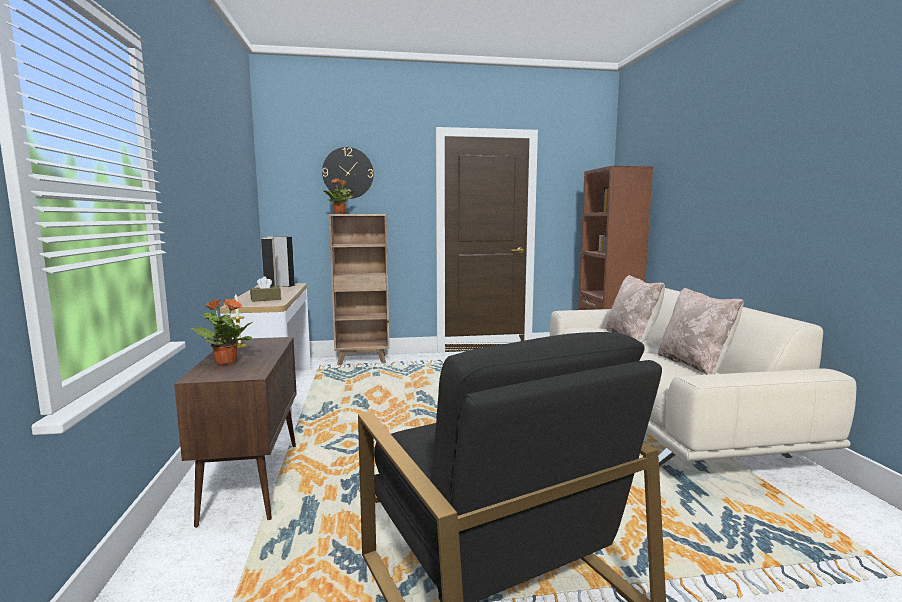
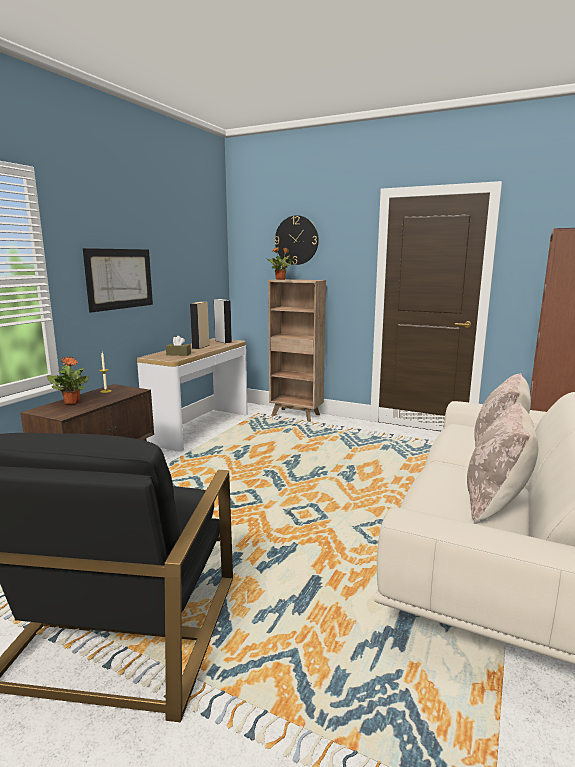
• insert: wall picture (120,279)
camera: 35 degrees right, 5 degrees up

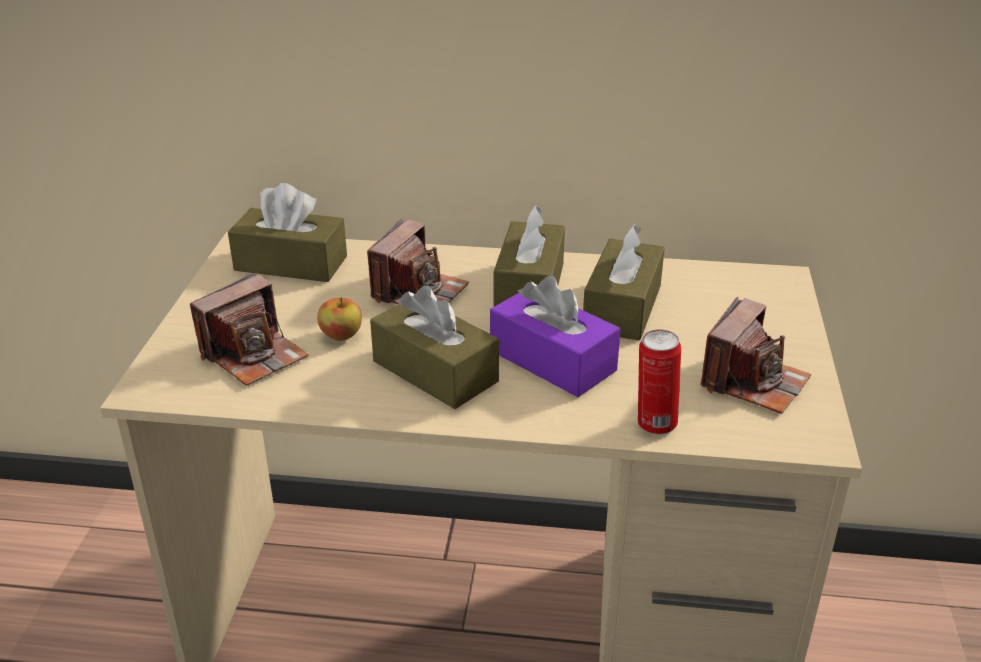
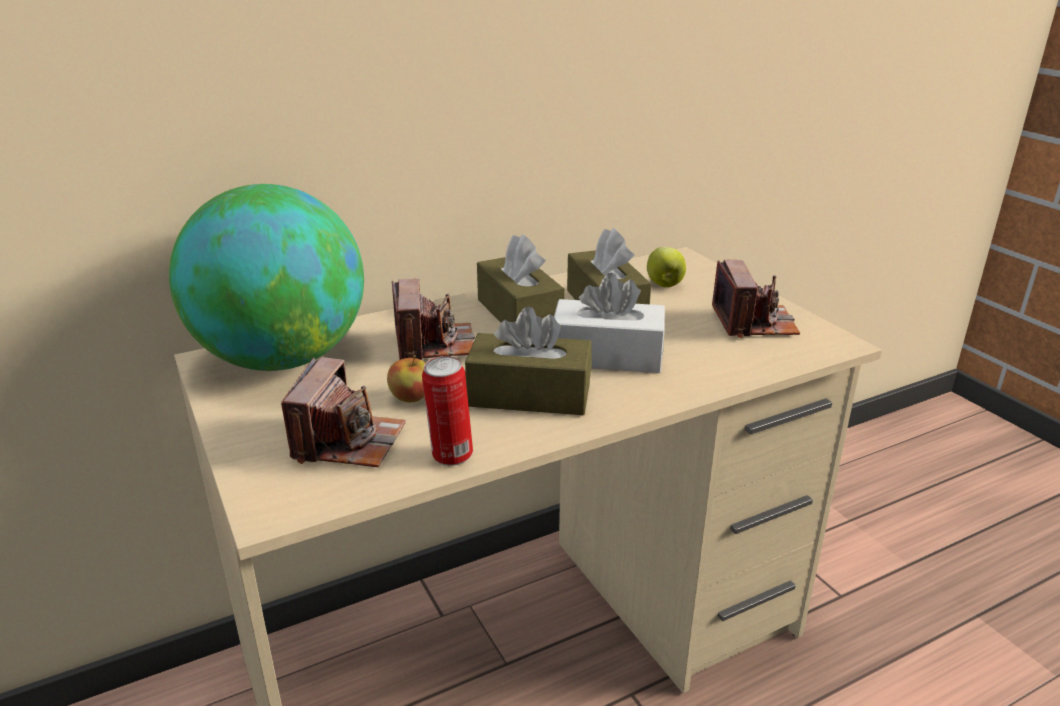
• replace: brownish tissue box (291,263) to globe (282,359)
• recolor: purple-coloured tissue box (552,360) to white-coloured tissue box (607,356)
• move: sealed can (654,424) to (450,456)
• insert: whole apple (664,285)
camera: 35 degrees left, 5 degrees down

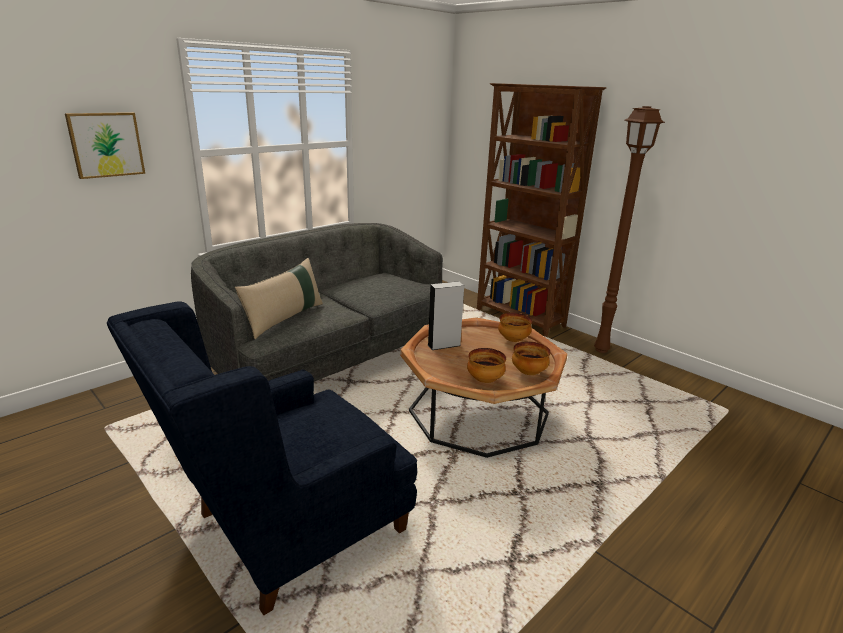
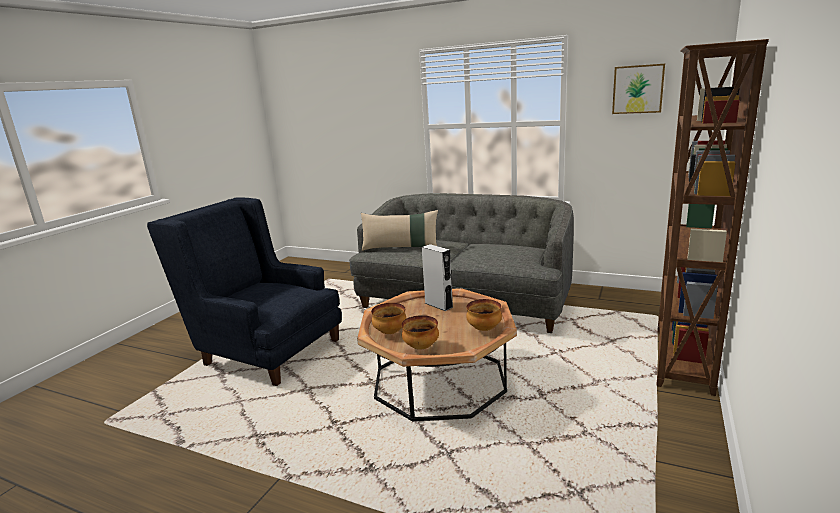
• delete: brownish floor lamp (601,349)
• move: wall picture (106,144) to (638,89)
camera: 70 degrees right, 5 degrees down

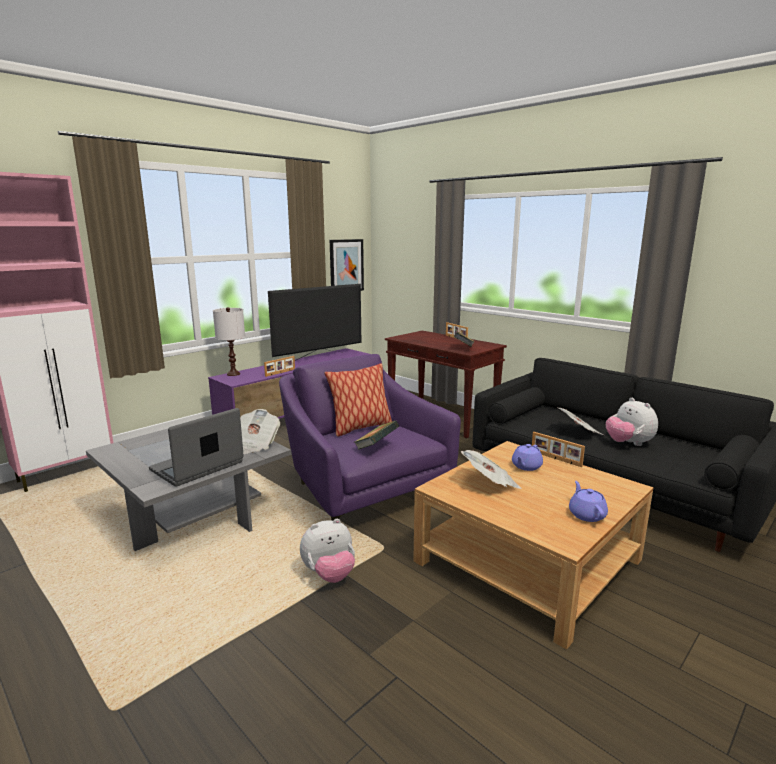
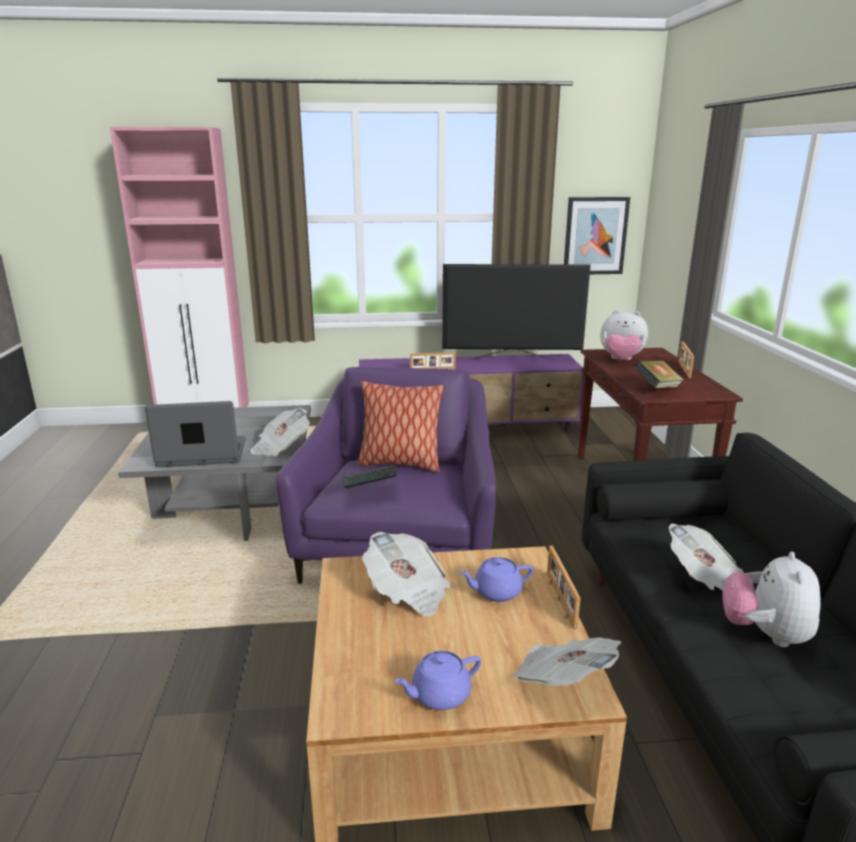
• delete: white-coloured tabletop lamp (233,374)
• rotate: purple-coloured pot for tea (586,514) = (439,695) 150 degrees counterclockwise
• move: cuddly toy (329,575) to (621,360)
• insert: daily paper (562,681)
camera: 40 degrees right, 5 degrees up

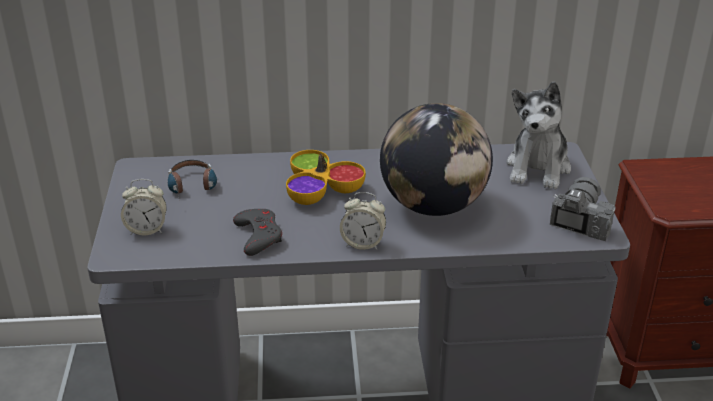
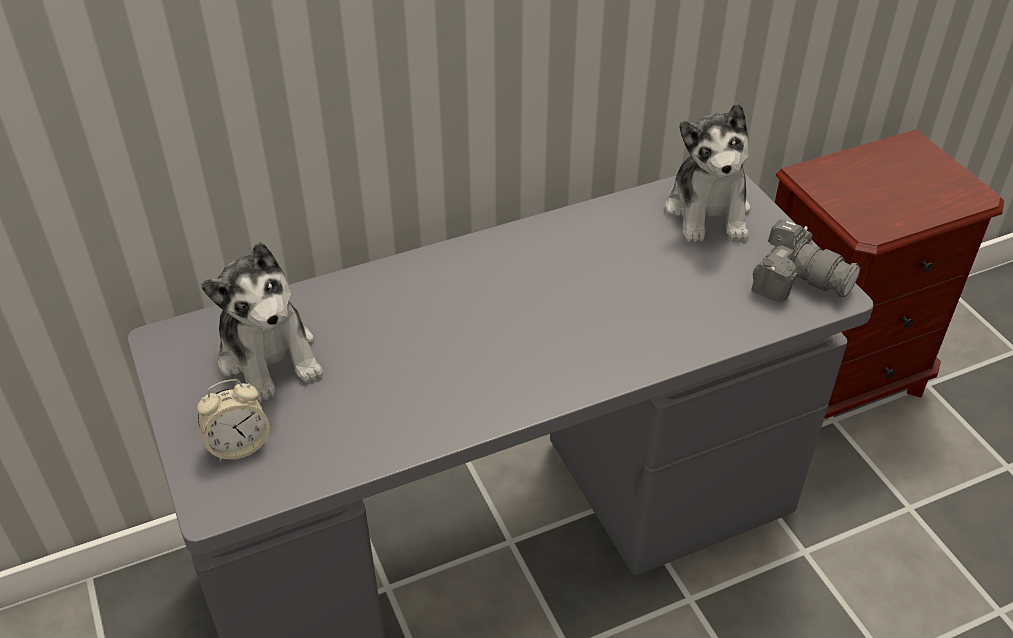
• delete: globe (433,206)
• delete: bowl (321,188)
• replace: headphones (193,188) to cuddly toy (269,356)
• rotate: photo camera (579,220) = (798,280) 120 degrees clockwise
• delete: alarm clock (363,243)
• delete: gray joypad (258,236)
camera: 20 degrees left, 10 degrees up

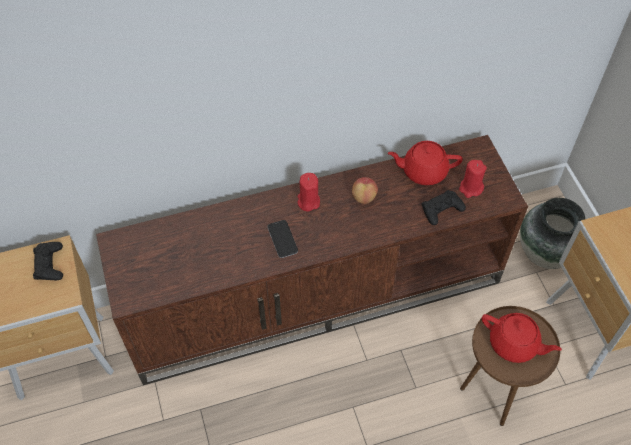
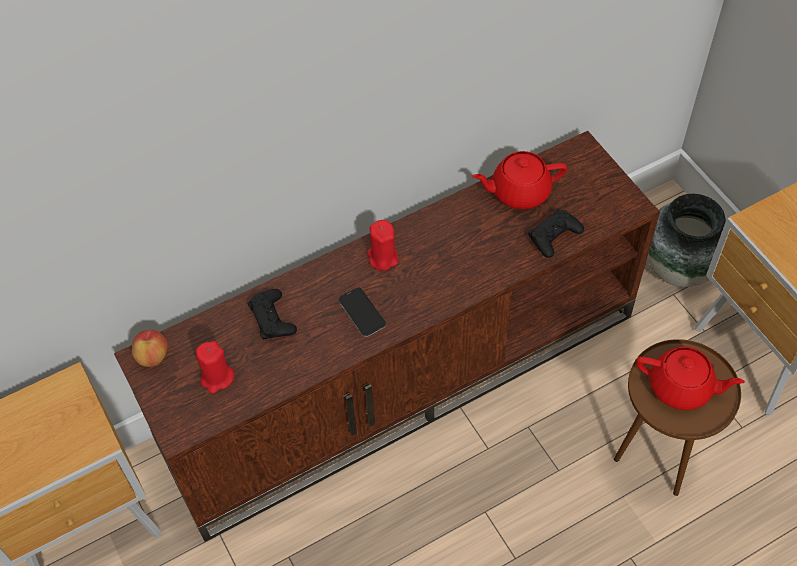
• move: reddish wax candle (470,188) to (217,378)
• move: whole apple (364,197) to (153,356)
• move: black joypad (49,264) to (272,318)
camera: 10 degrees left, 0 degrees up

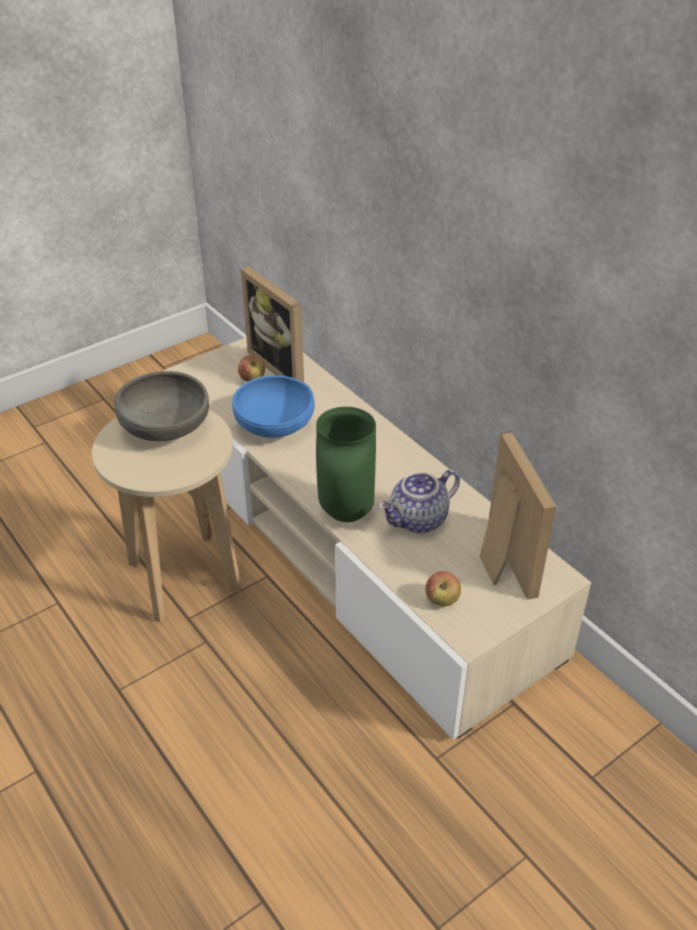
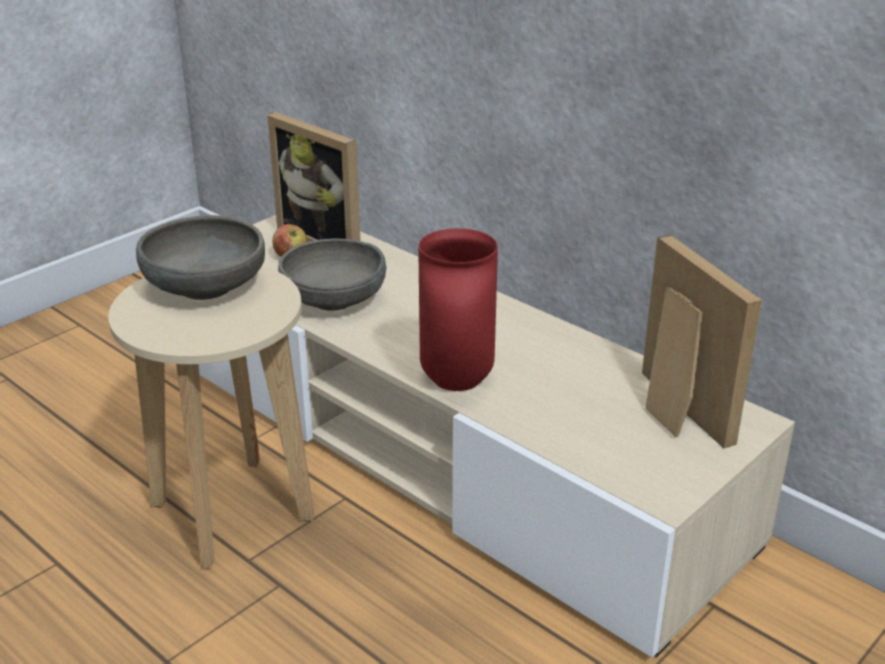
• recolor: blue bowl (274,425) to gray bowl (334,300)
• recolor: greenish decorative vase (344,513) to reddish decorative vase (454,381)
• delete: pot for tea (418,520)
• delete: whole apple (442,600)
camera: 10 degrees left, 10 degrees down

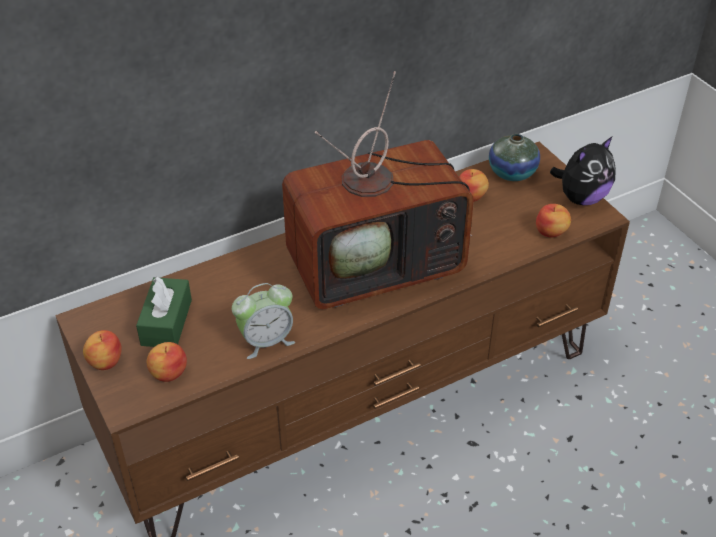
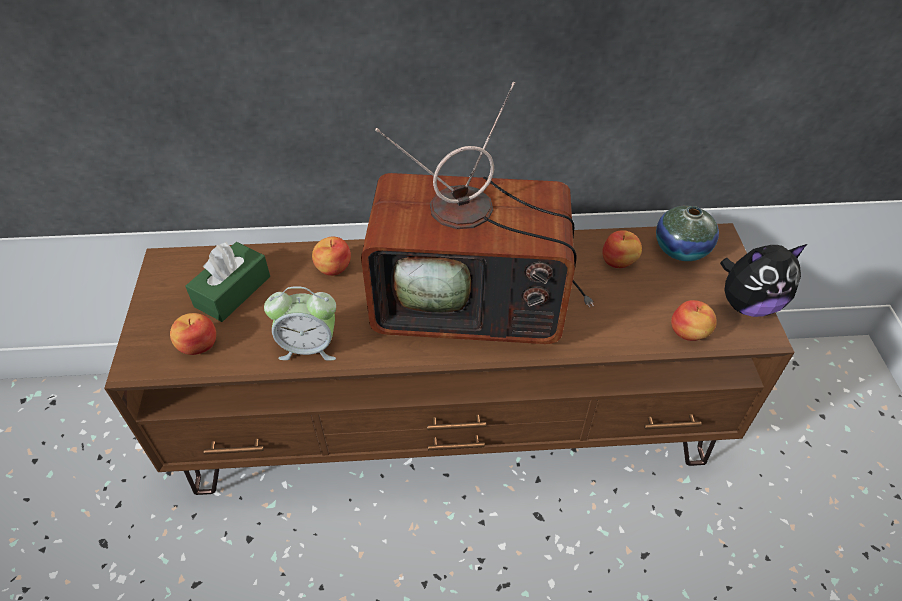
• move: whole apple (105,361) to (333,267)
camera: 25 degrees right, 5 degrees up

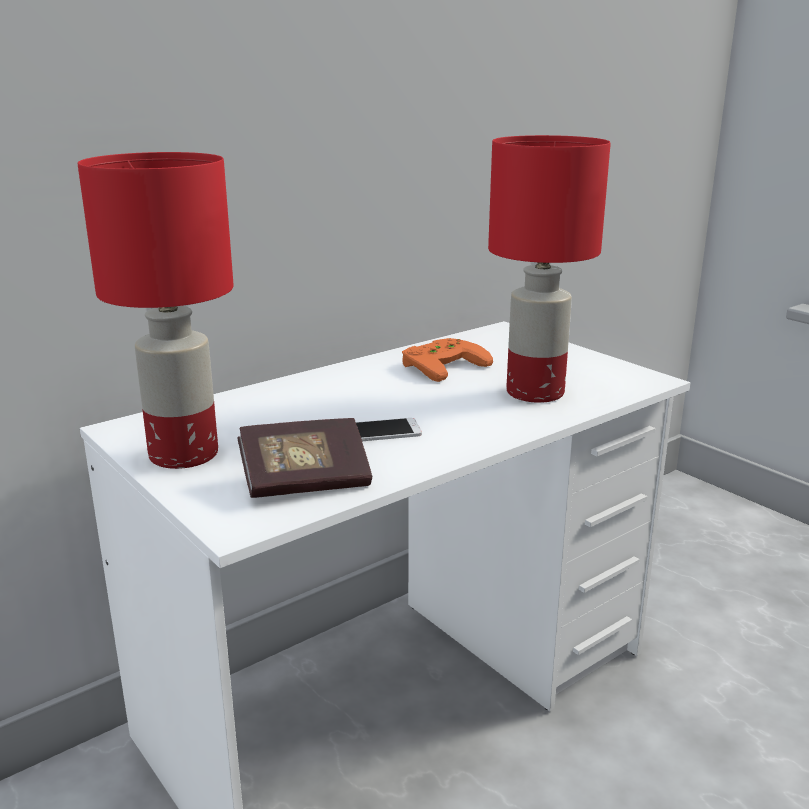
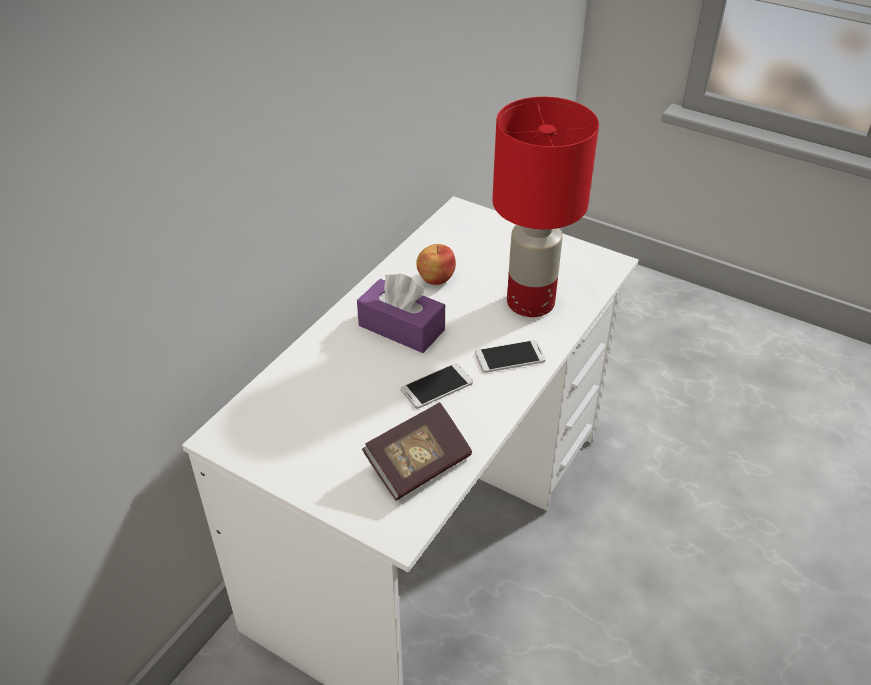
• delete: reddish tabletop lamp (181,455)
• replace: orange joypad (441,364) to whole apple (436,278)
• insert: purple-coloured tissue box (401,328)
• insert: telephone (509,357)
camera: 20 degrees left, 20 degrees up

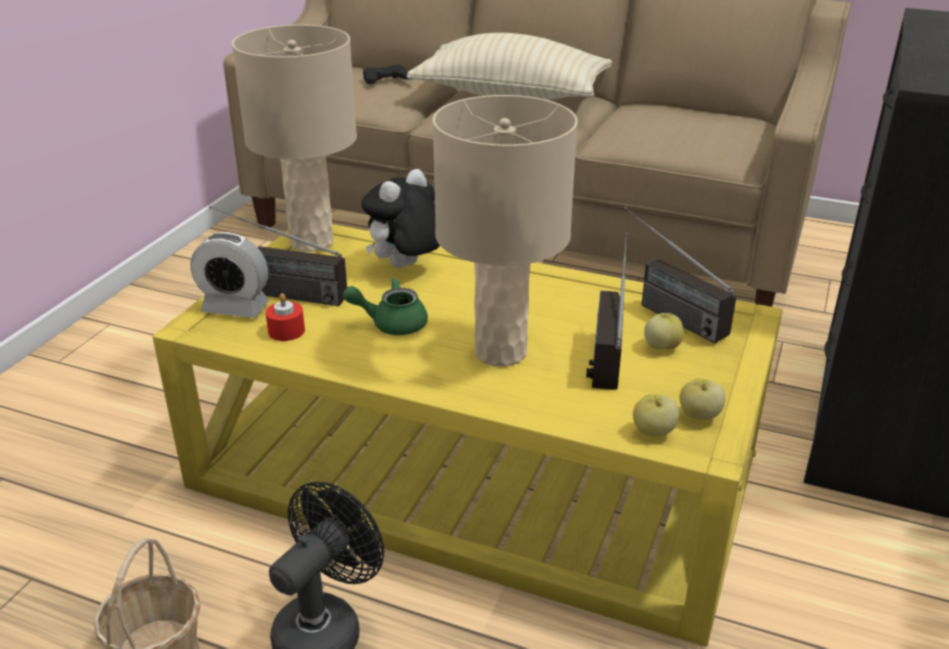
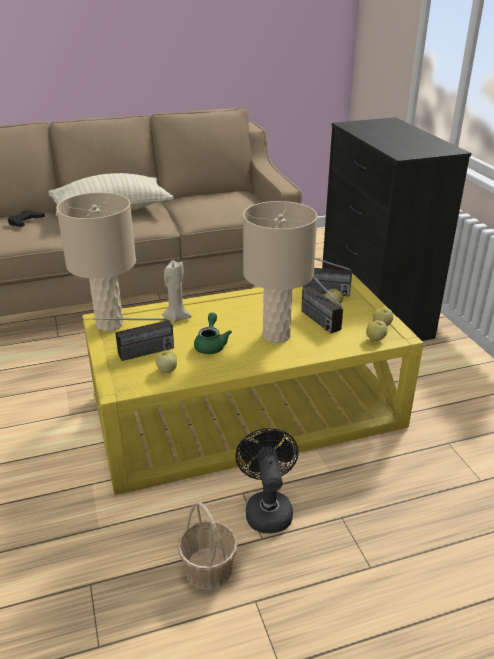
• replace: cuddly toy (405,267) to beige-coloured wax candle (177,317)
• delete: alarm clock (235,308)
• rotate: greenish pot for tea (391,323) = (211,344) 135 degrees clockwise
• replace: reddish wax candle (286,331) to whole apple (167,370)
camera: 40 degrees left, 0 degrees up

